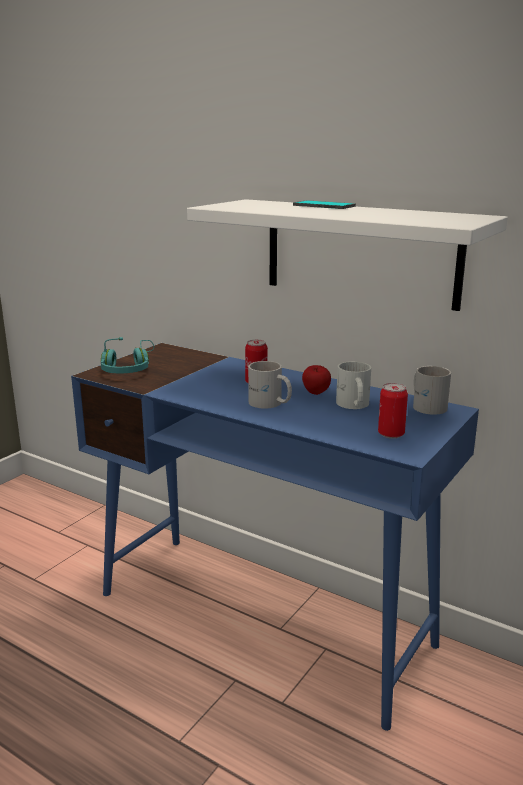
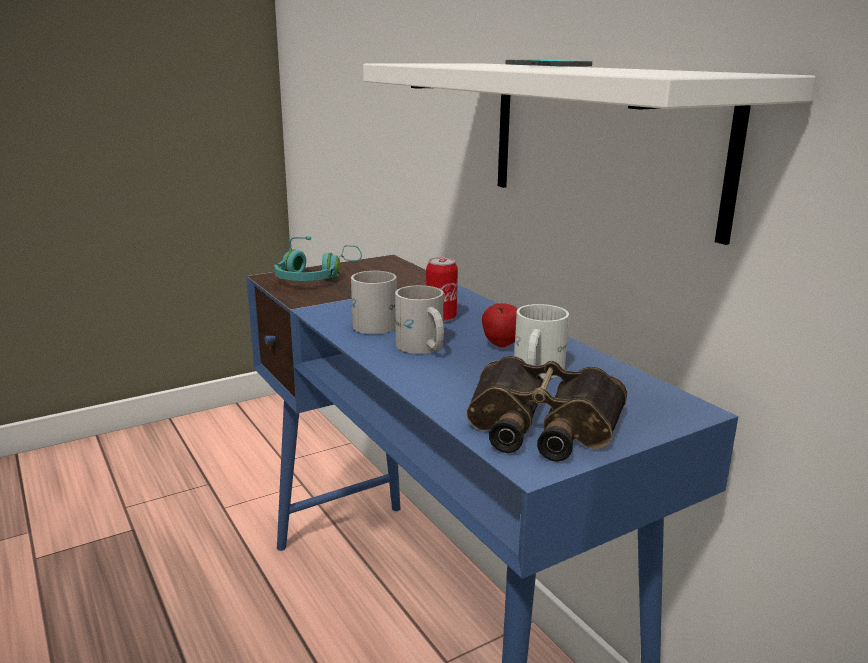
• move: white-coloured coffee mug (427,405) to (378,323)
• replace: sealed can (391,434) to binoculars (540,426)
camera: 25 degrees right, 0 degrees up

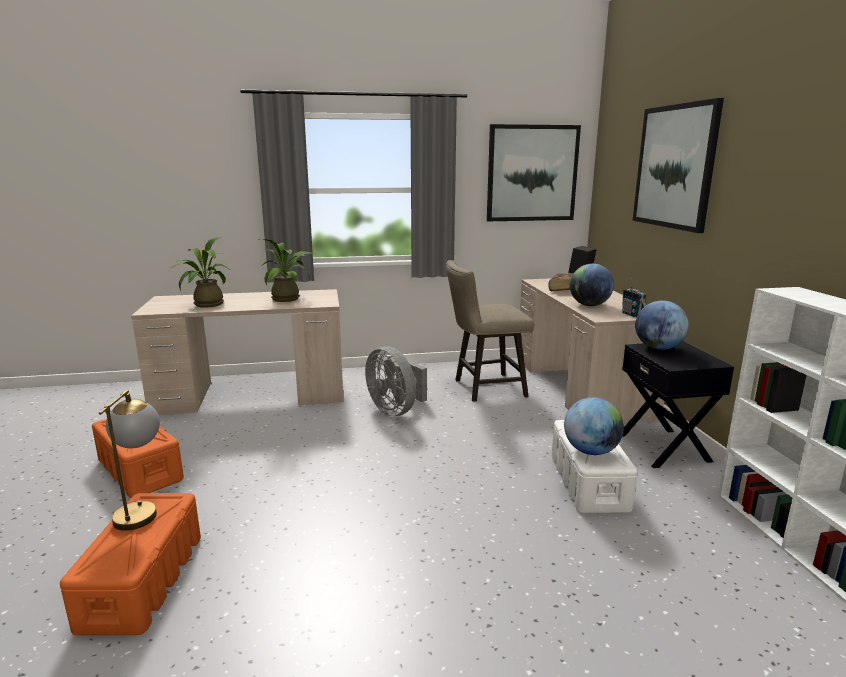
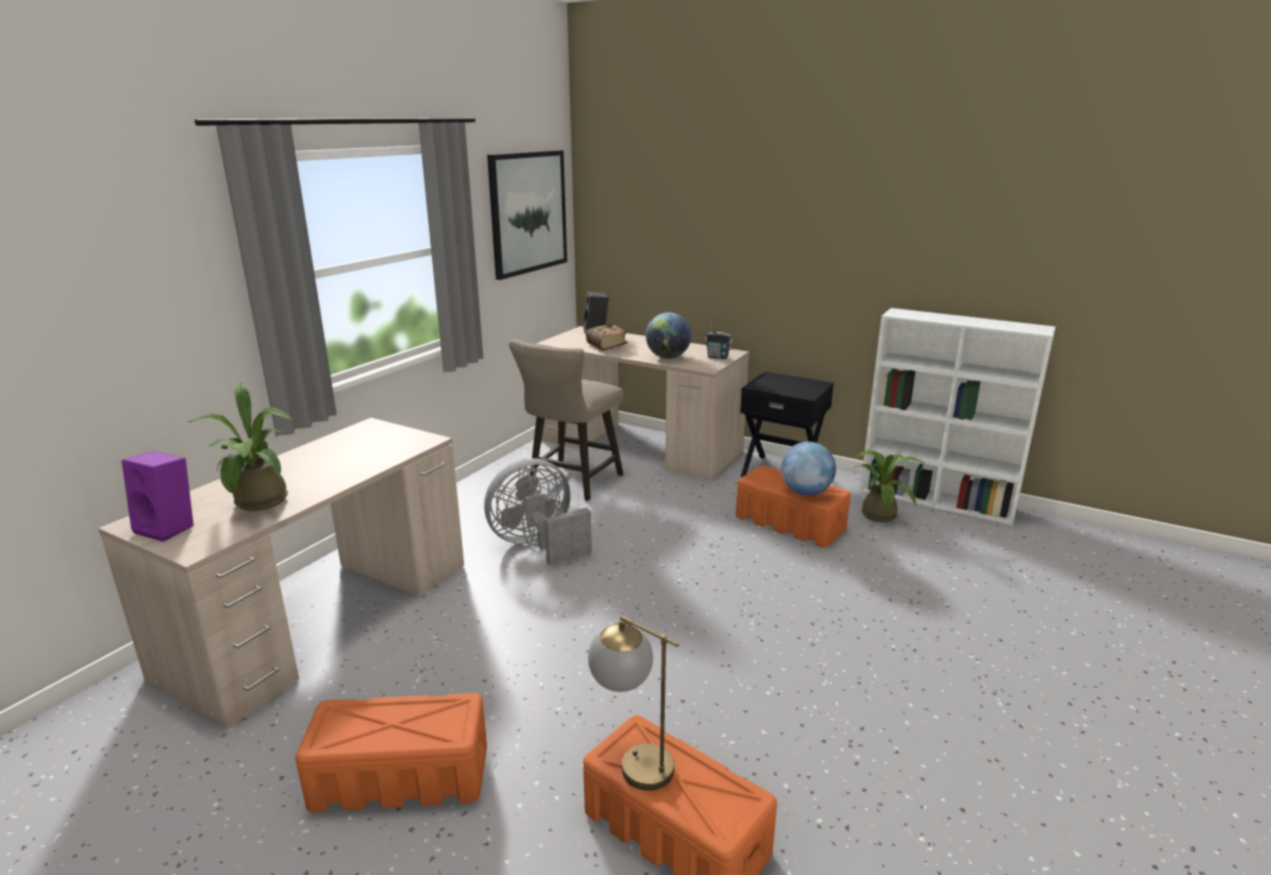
• delete: wall picture (674,167)
• move: houseplant (289,298) to (878,513)
• delete: globe (658,348)
• rotate: gray cooling fan (396,410) = (538,545) 150 degrees clockwise
• recolor: white-coloured storage container (588,483) to orange storage container (790,523)
• insert: purple-coloured loudspeaker (169,528)
camera: 50 degrees left, 5 degrees up

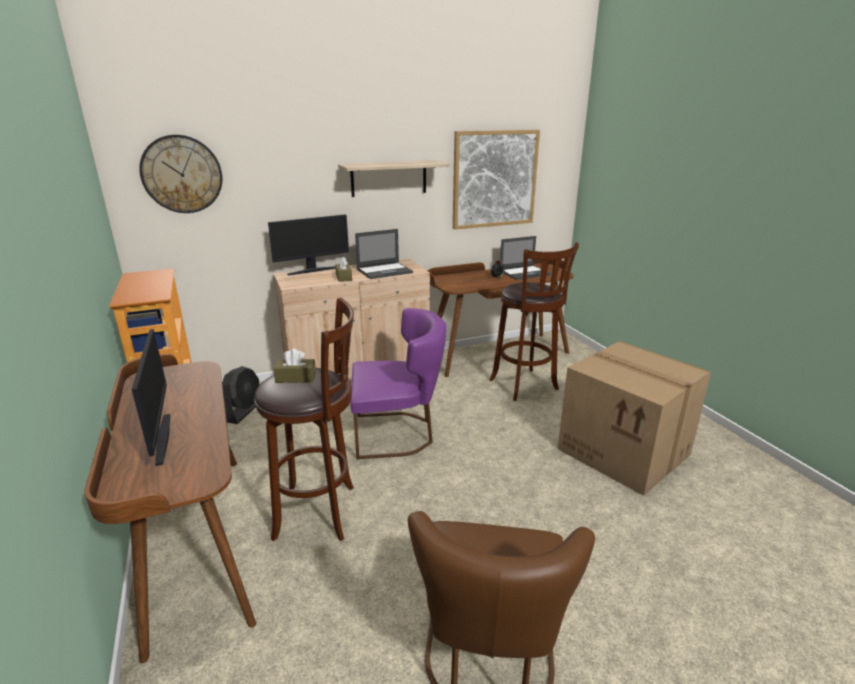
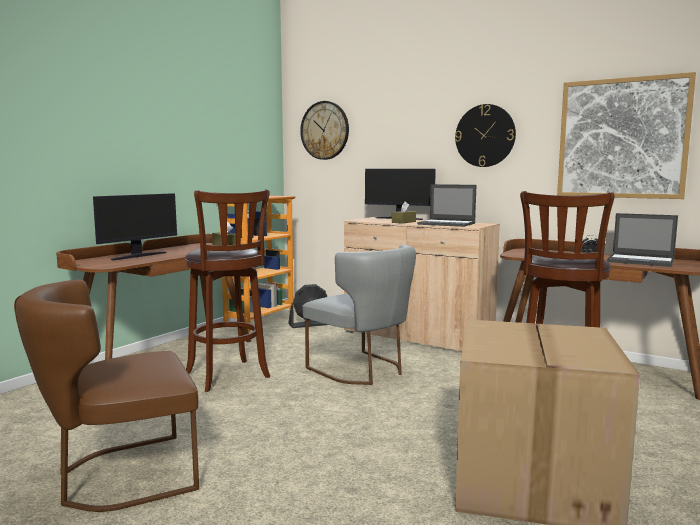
• replace: shelf (389,178) to hanging clock (485,135)
• recolor: purple-coloured plain chair (398,433) to gray plain chair (363,370)
camera: 55 degrees right, 15 degrees down

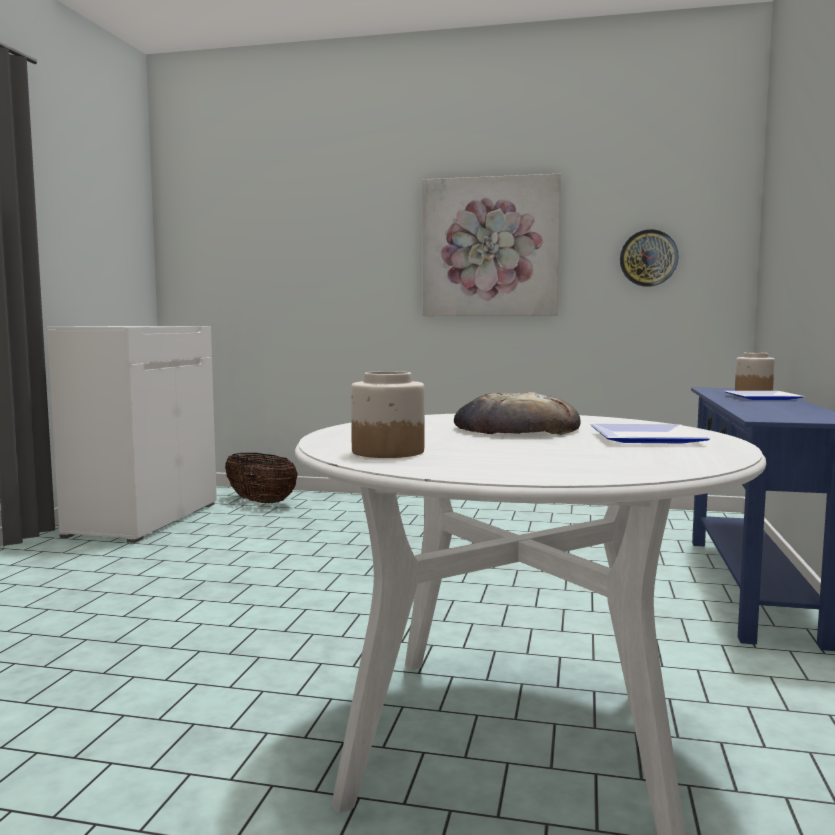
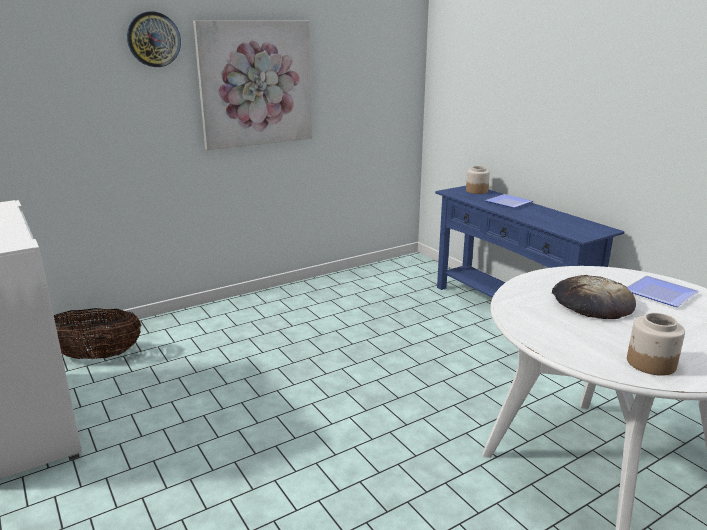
• move: hanging clock (648,258) to (153,39)
camera: 45 degrees left, 15 degrees up

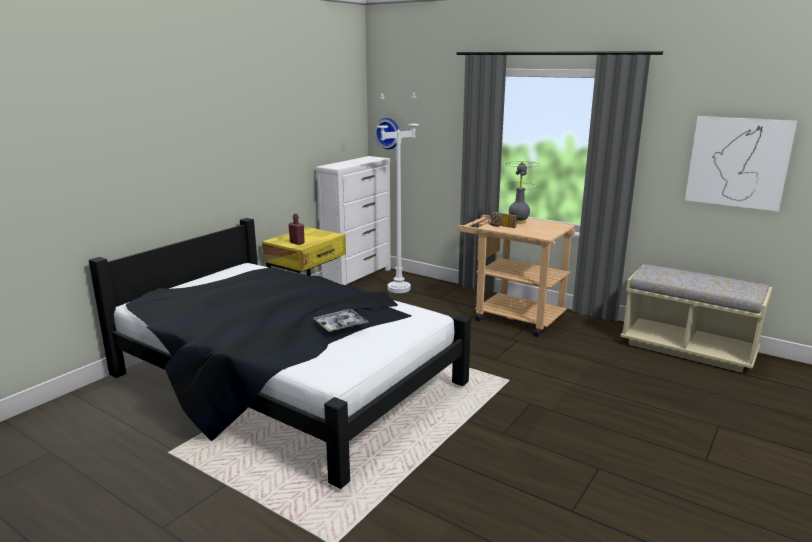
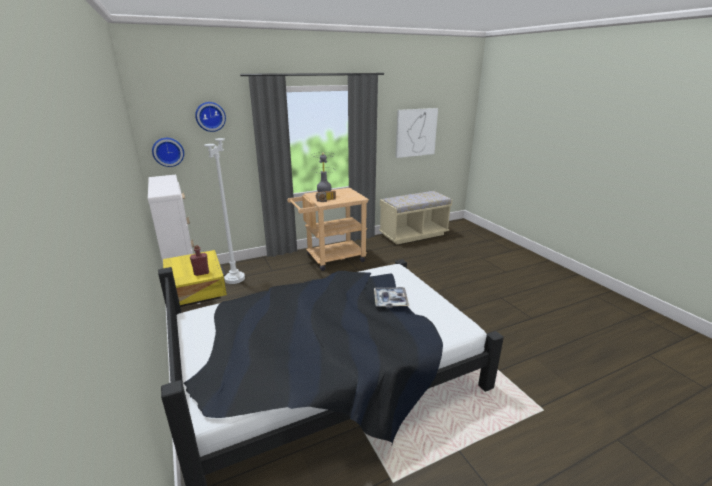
• insert: hanging clock (210,116)
camera: 60 degrees left, 5 degrees up

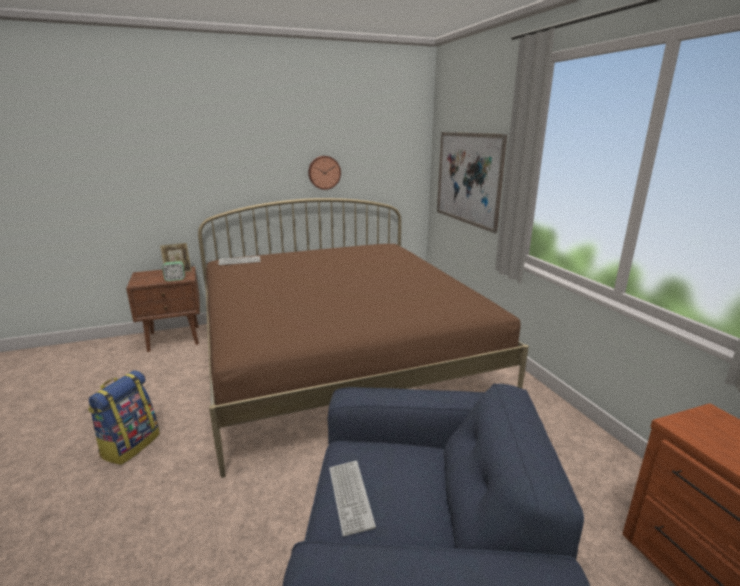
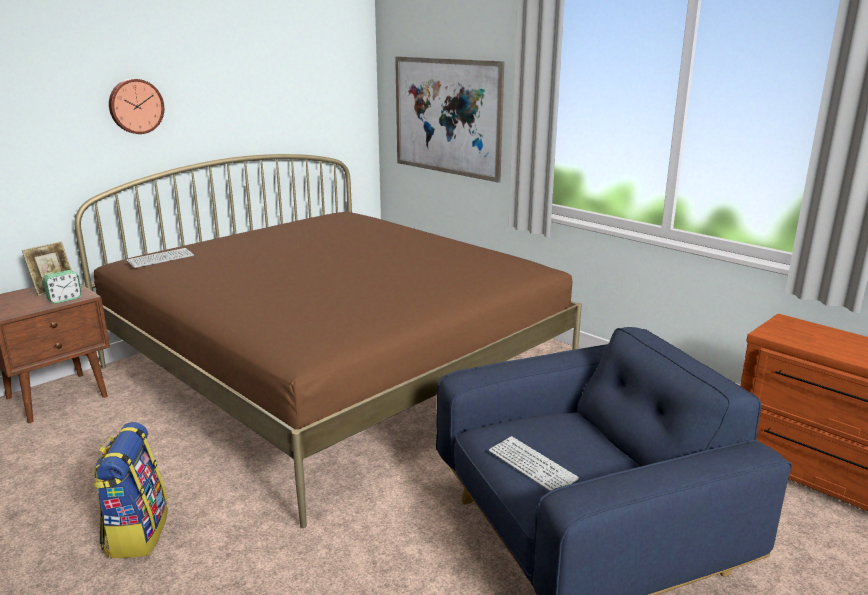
• move: hanging clock (324,172) to (135,106)
camera: 25 degrees left, 0 degrees up

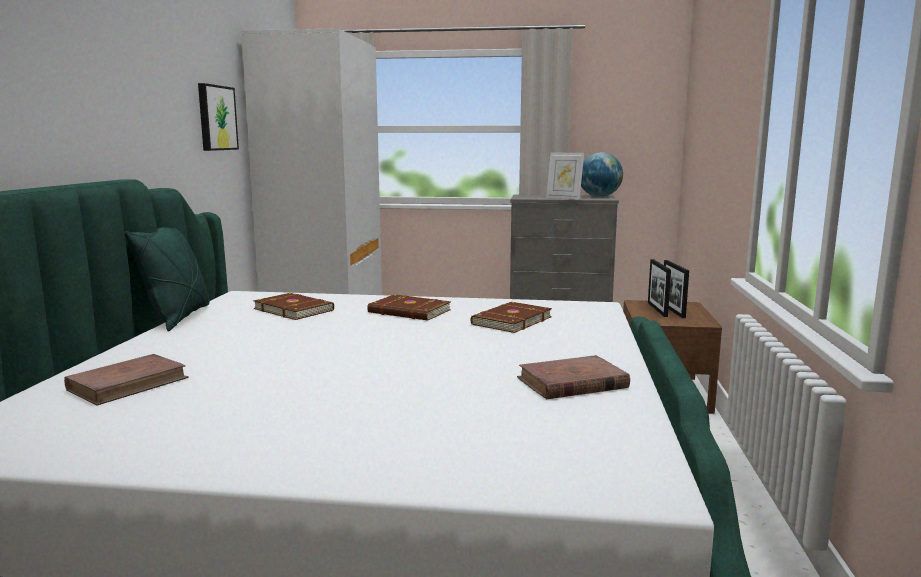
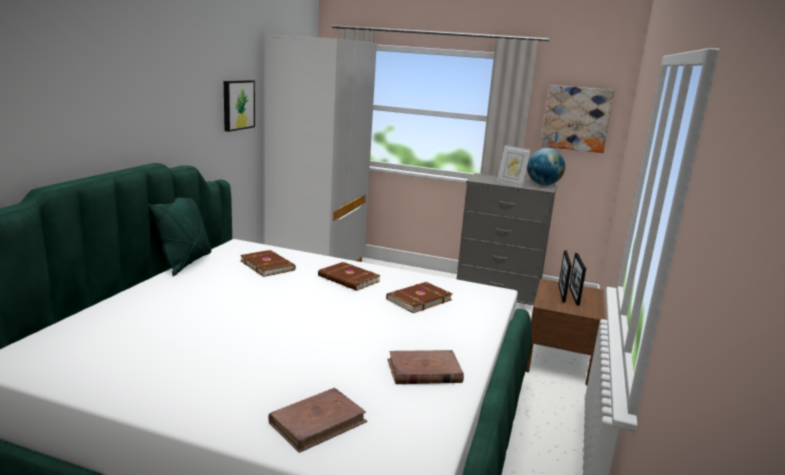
• move: brownish volume (128,384) to (318,422)
• insert: wall picture (576,118)
camera: 10 degrees right, 5 degrees up

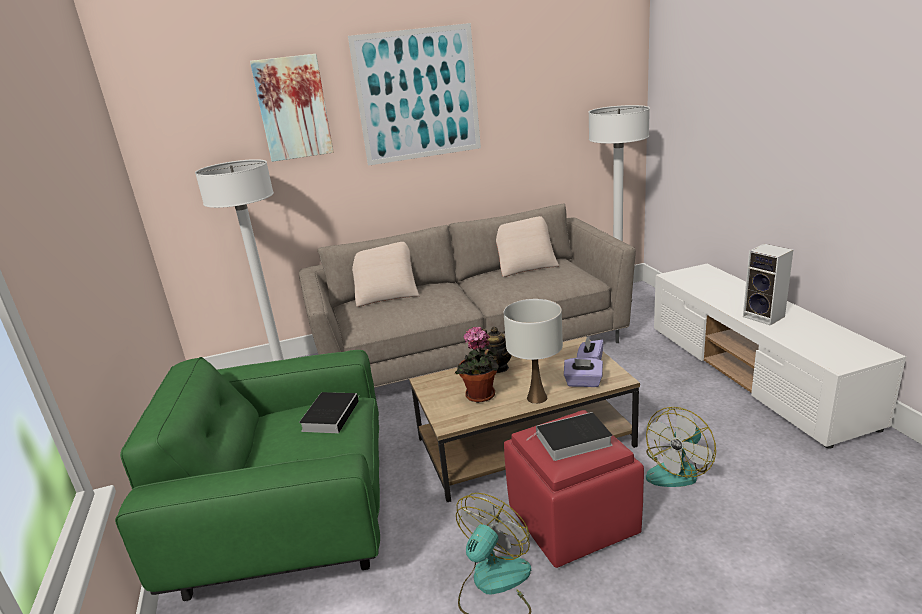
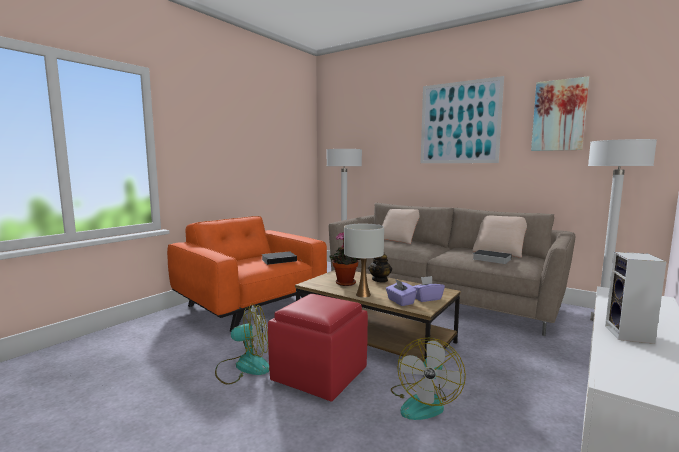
• move: wall picture (293,108) to (559,115)
• recolor: greenish lounge chair (289,518) to orange lounge chair (250,306)
• rotate: cooling fan (678,469) = (423,402) 75 degrees counterclockwise
• move: volume (572,441) to (490,259)
camera: 50 degrees right, 15 degrees down

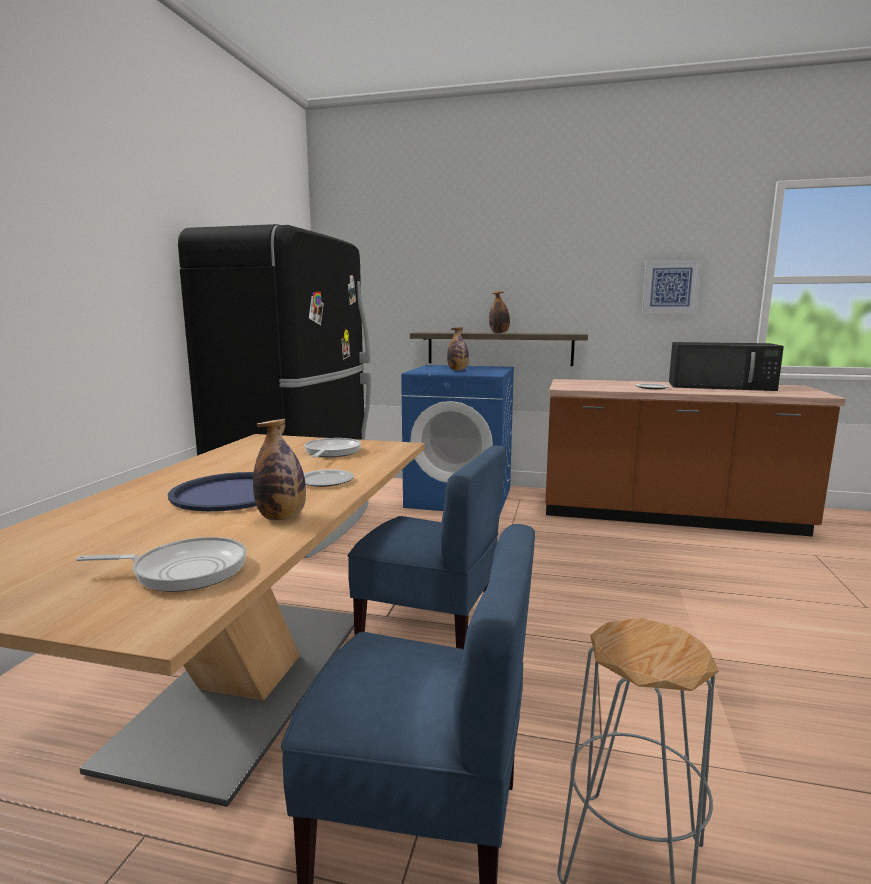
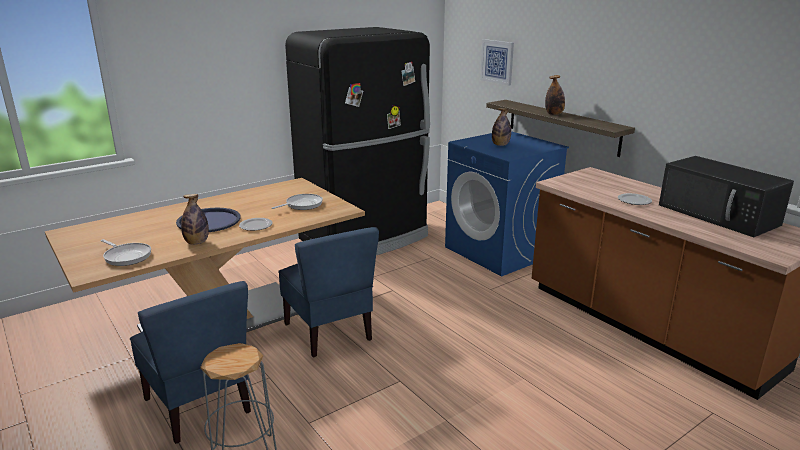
• move: wall picture (670,287) to (497,61)
camera: 40 degrees right, 10 degrees up

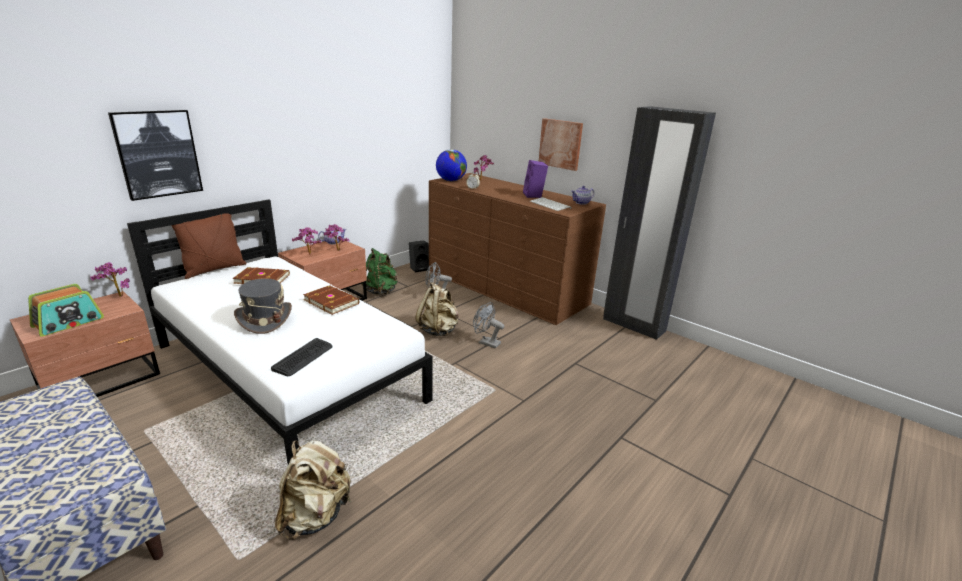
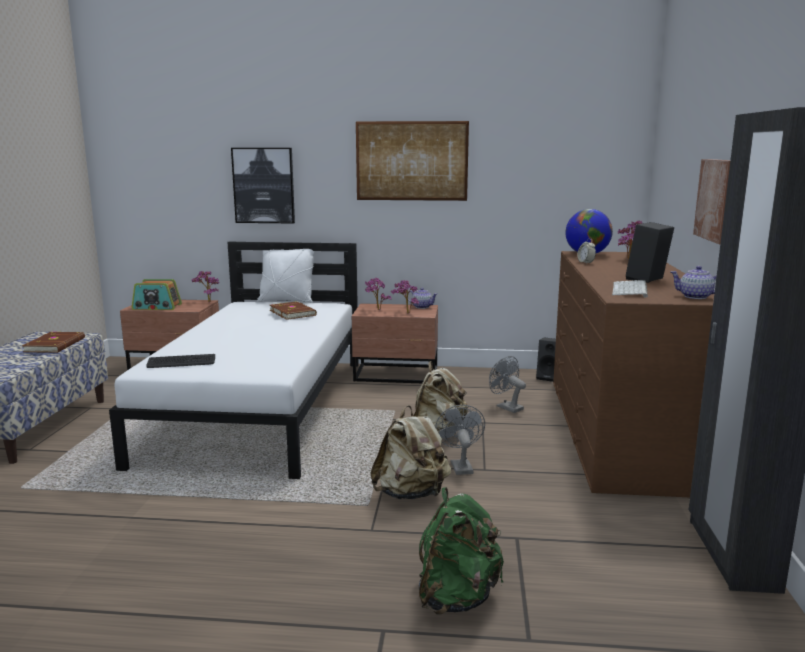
• recolor: purple-coloured loudspeaker (534,195) to black loudspeaker (647,280)
• recolor: brownish throw pillow (214,269) to white-coloured throw pillow (286,301)
• move: greenish knapsack (381,291) to (457,597)
• delete: gray hat (264,319)
• move: brownish volume (332,301) to (56,345)
• move: beige-coloured knapsack (315,515) to (411,494)
• insert: wall picture (411,161)
camera: 55 degrees right, 10 degrees down

